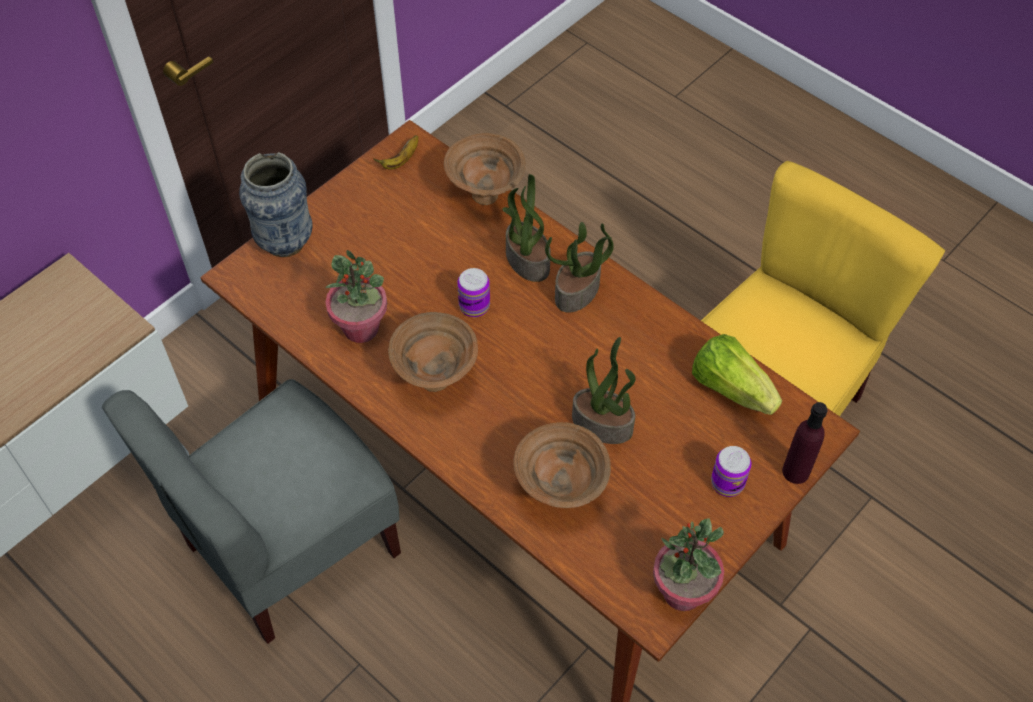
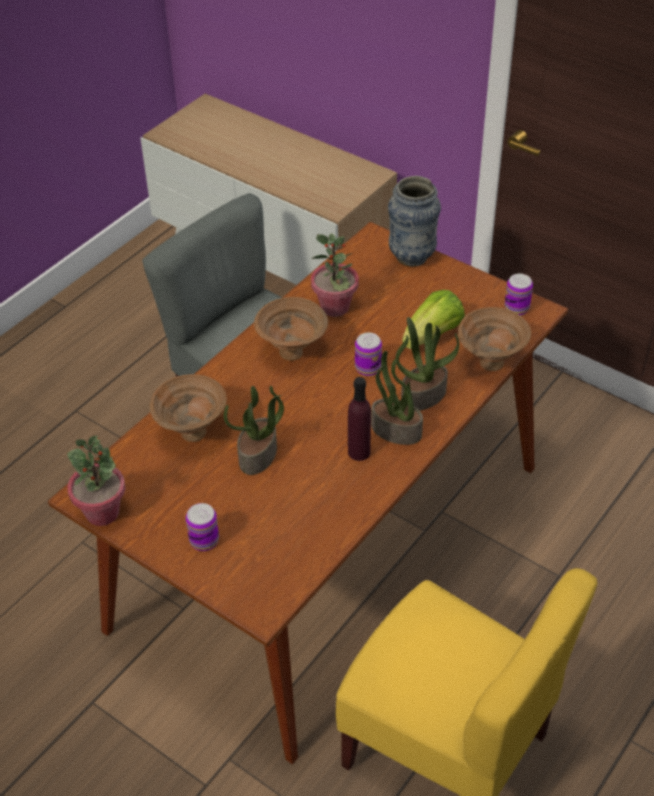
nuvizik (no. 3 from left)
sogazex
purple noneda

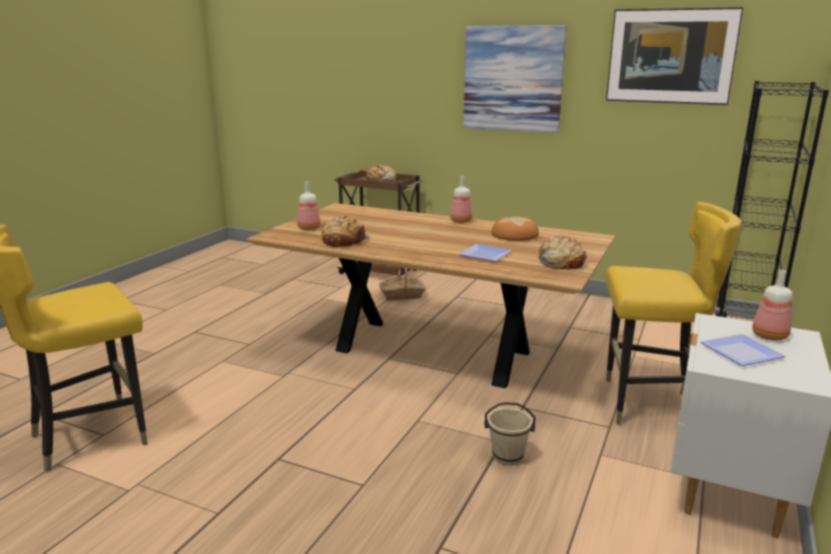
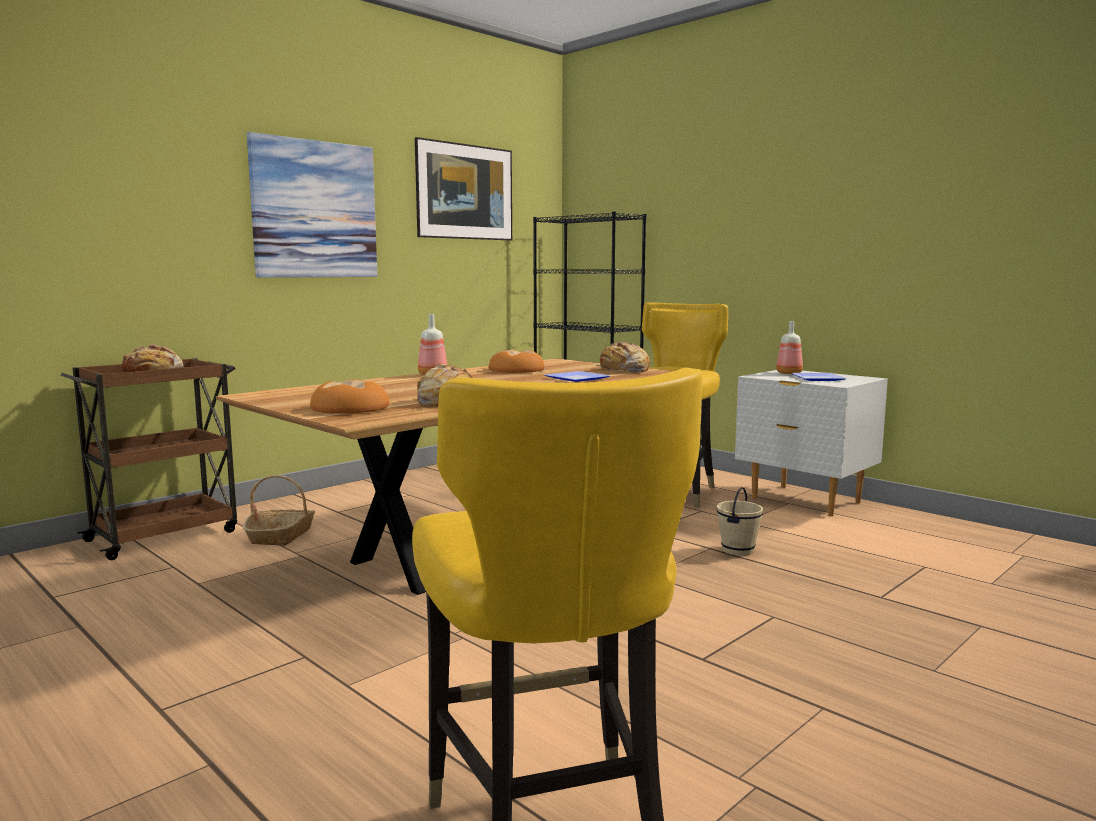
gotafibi (no. 2 from left)

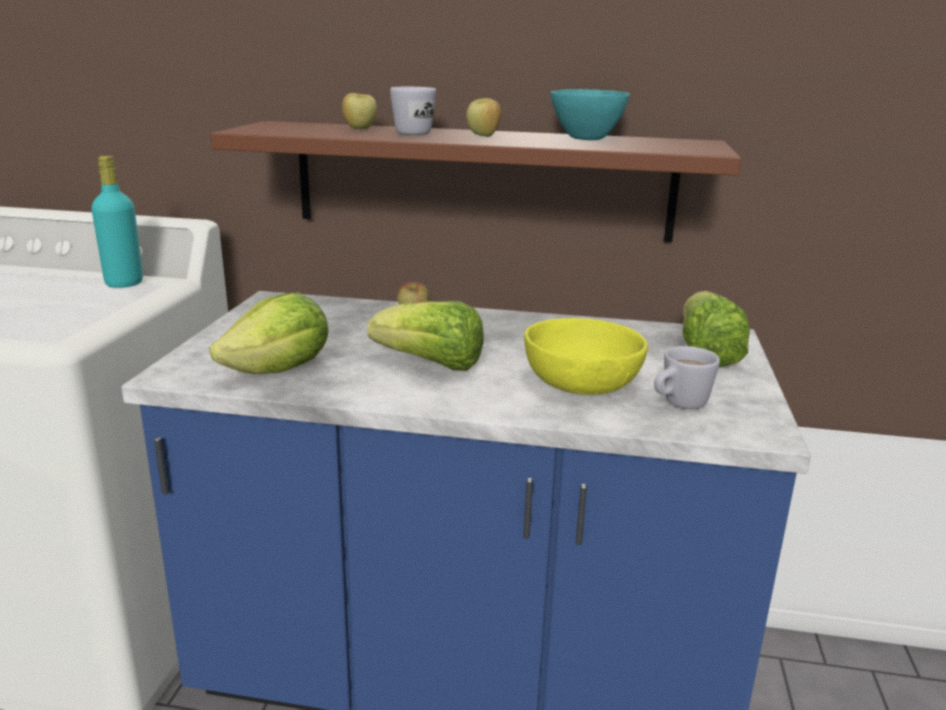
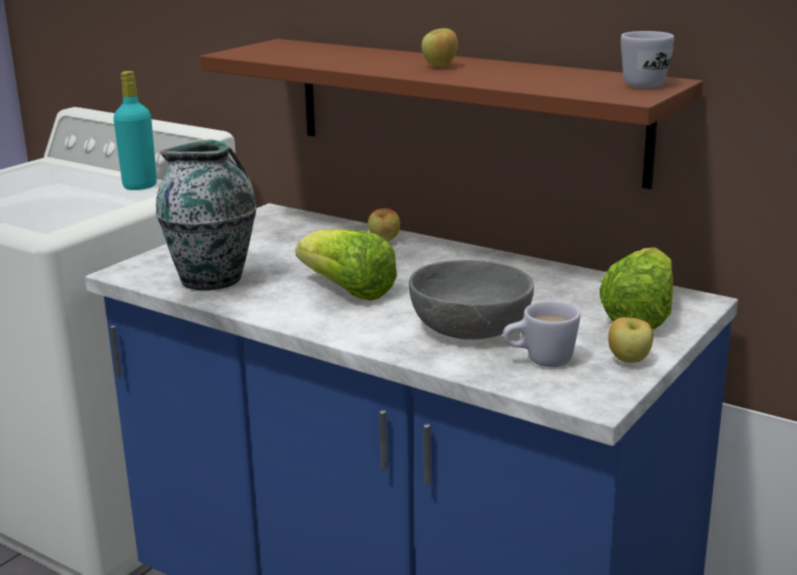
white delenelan (no. 2 from left)
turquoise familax
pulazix (no. 3 from left)
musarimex
grey familax

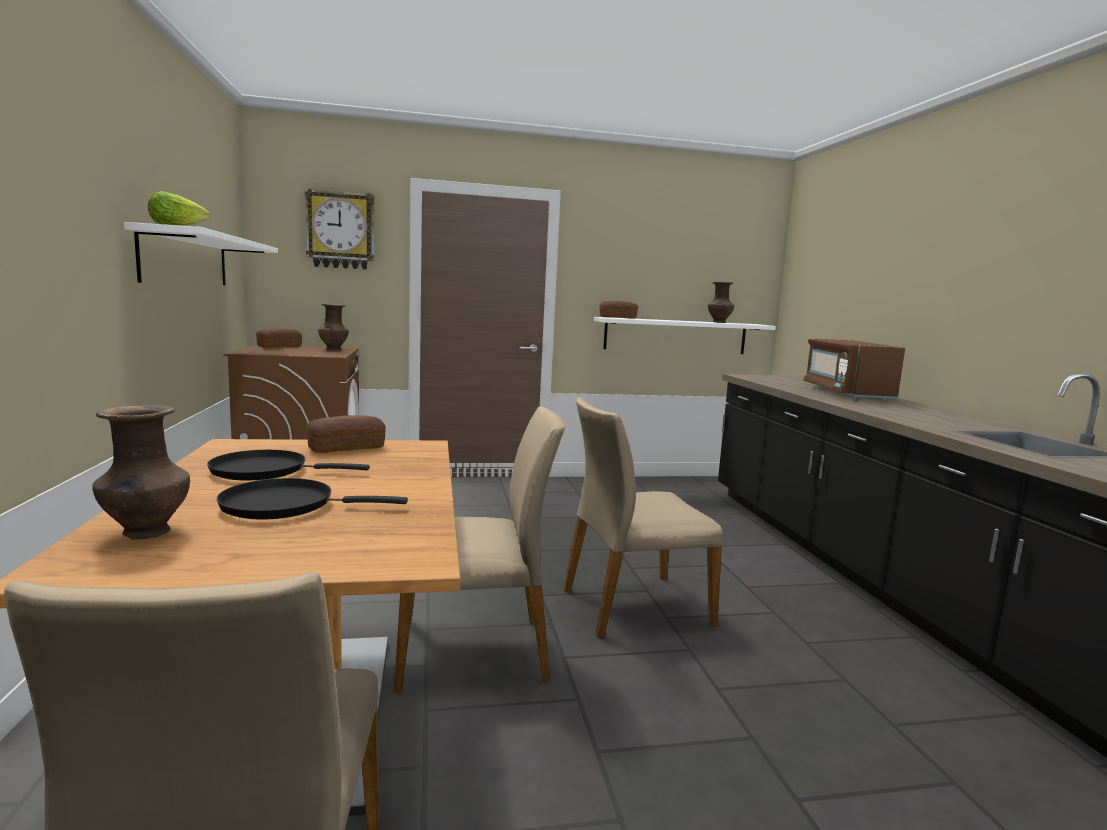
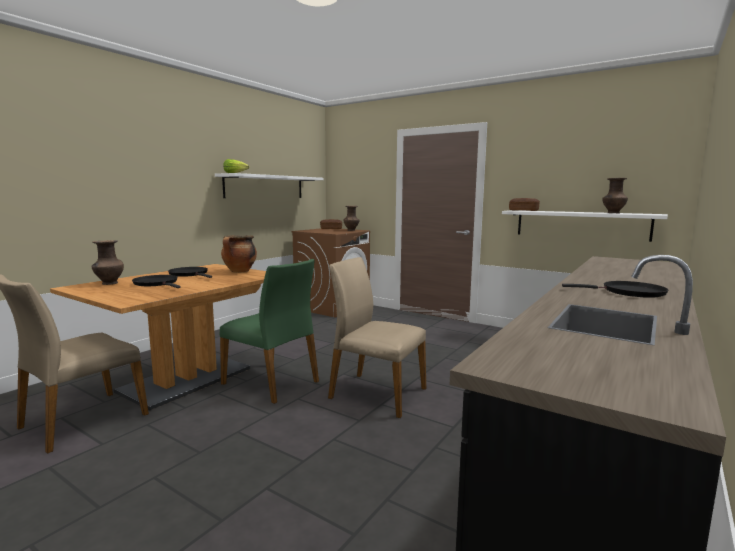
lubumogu
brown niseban
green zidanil
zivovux
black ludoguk (no. 3 from left)

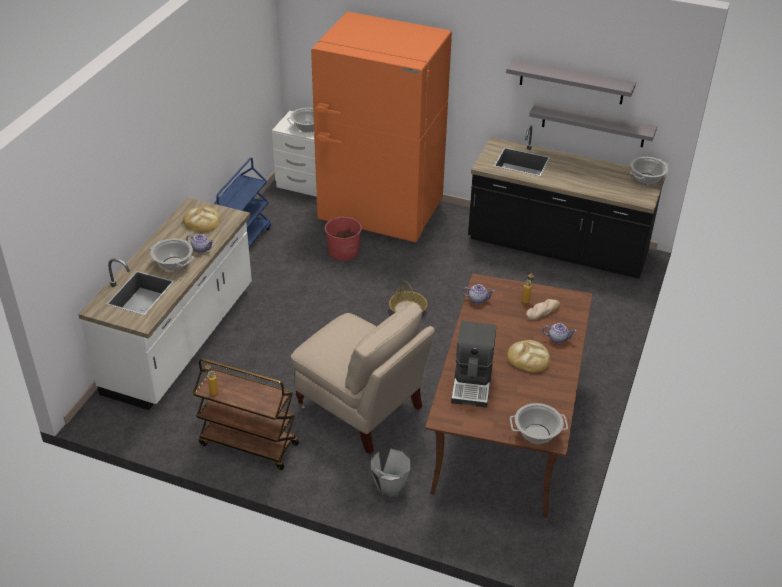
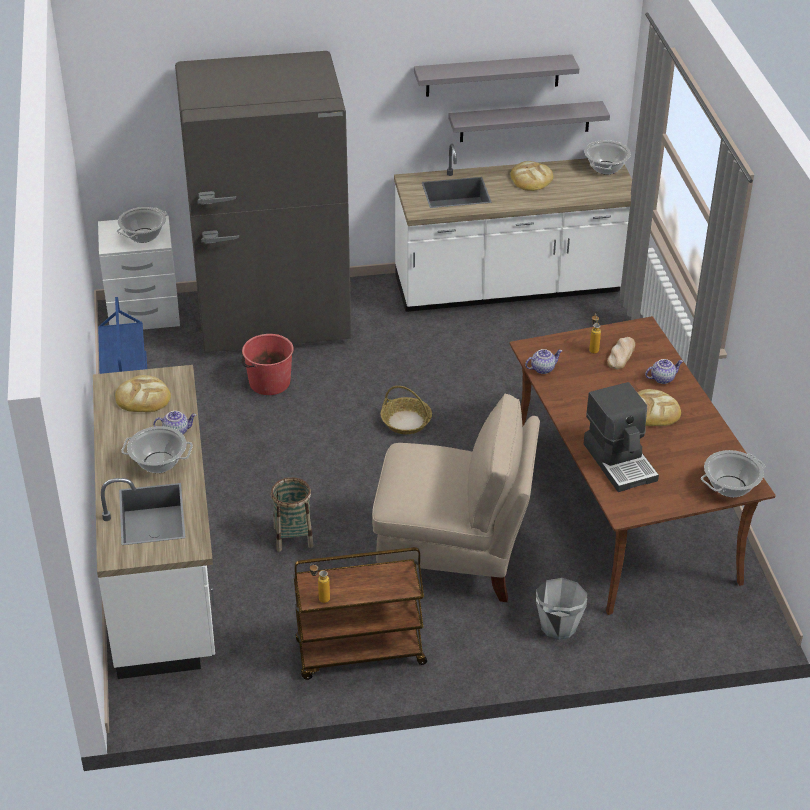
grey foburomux
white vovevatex (no. 2 from left)
gotafibi (no. 2 from left)
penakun (no. 1 from left)

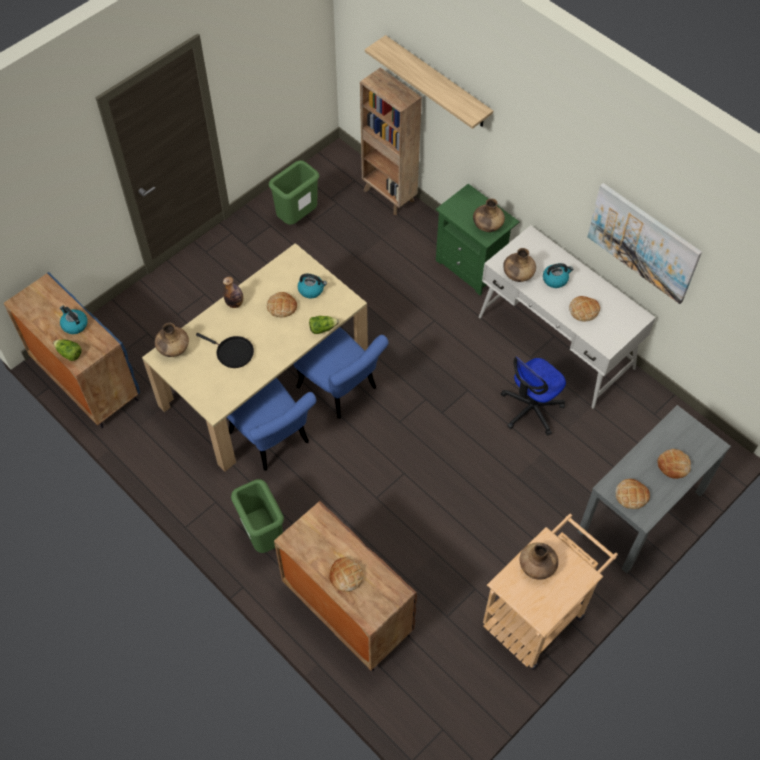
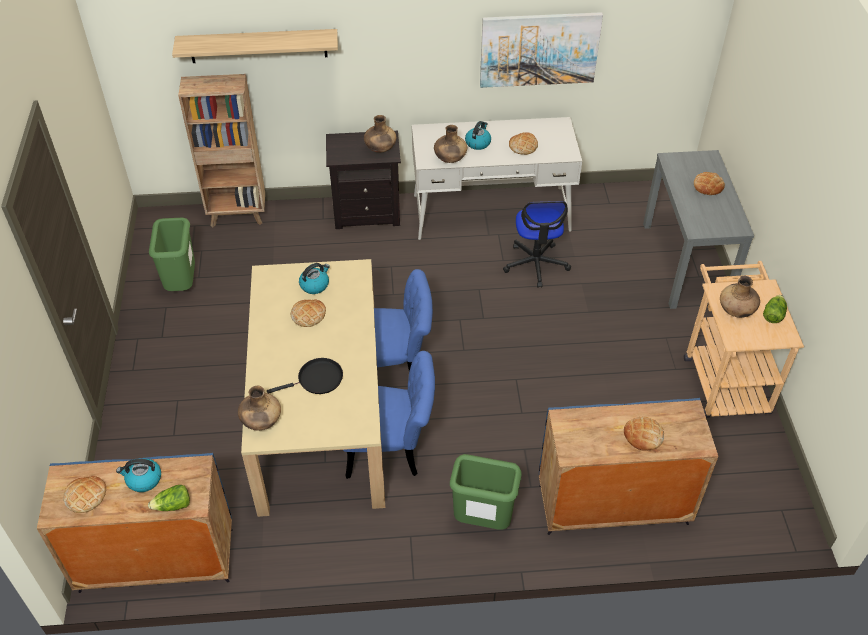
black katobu
noneda
sogazex (no. 2 from left)
gotafibi (no. 1 from left)
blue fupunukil (no. 2 from left)

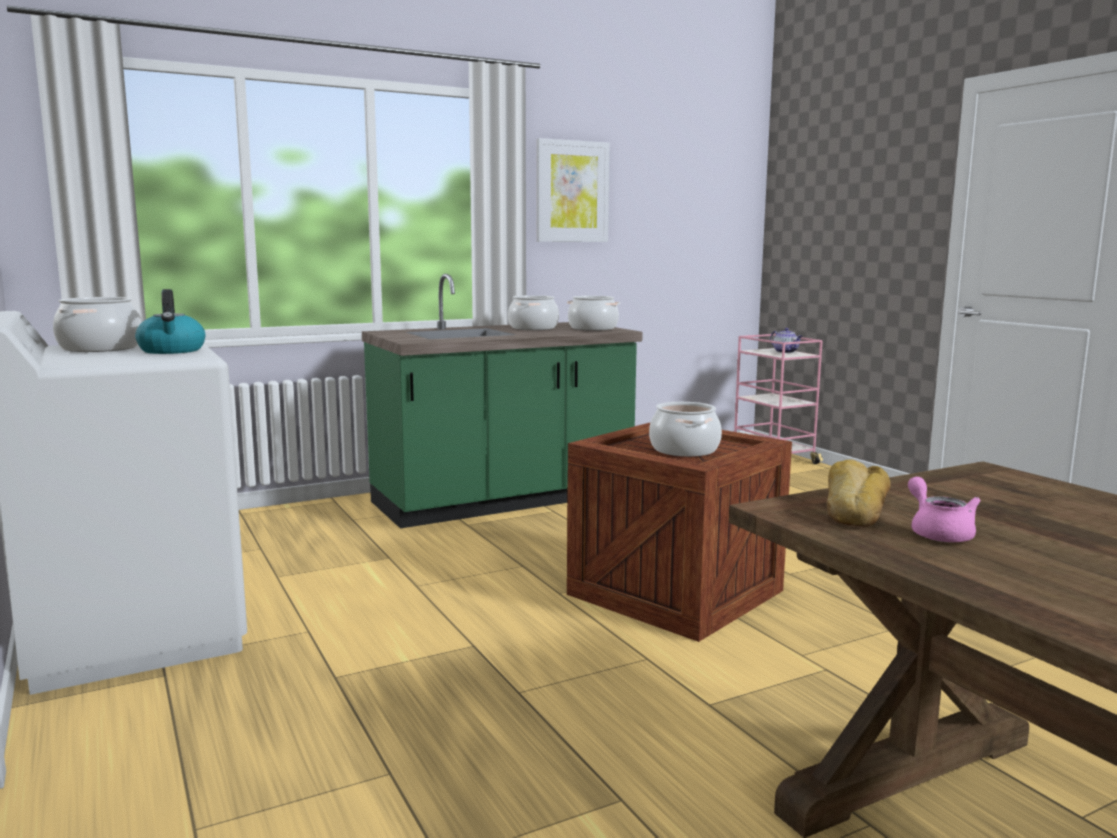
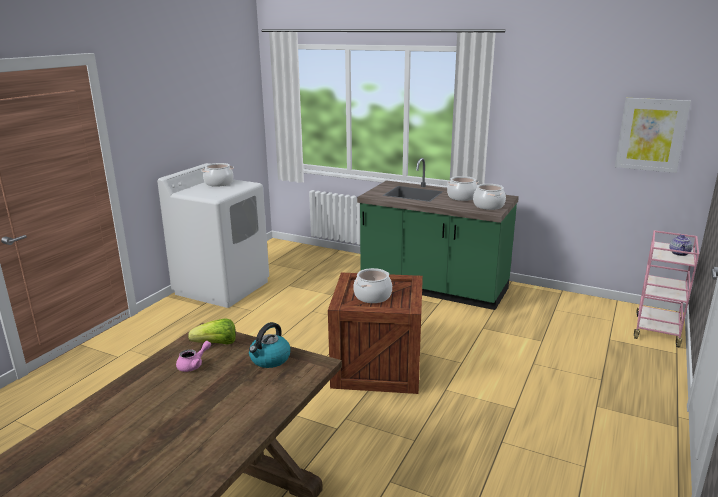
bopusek
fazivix
sogazex

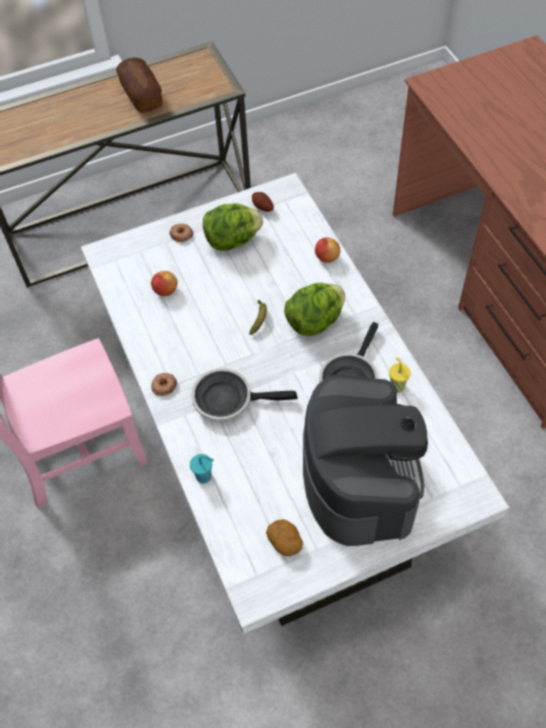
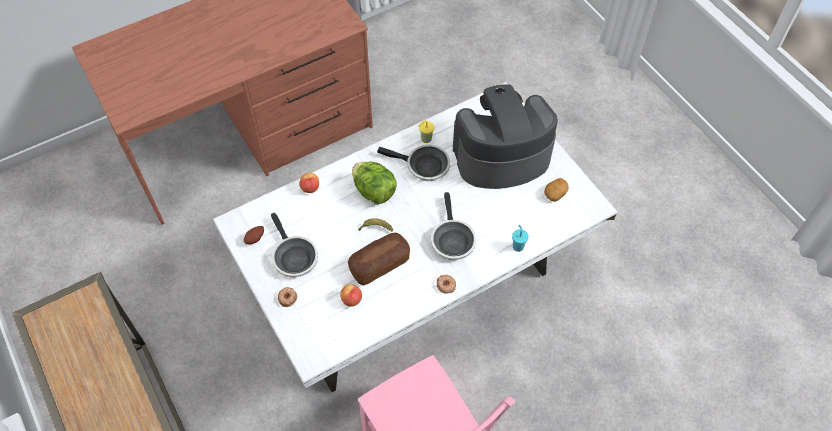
gotafibi
ludoguk (no. 1 from left)

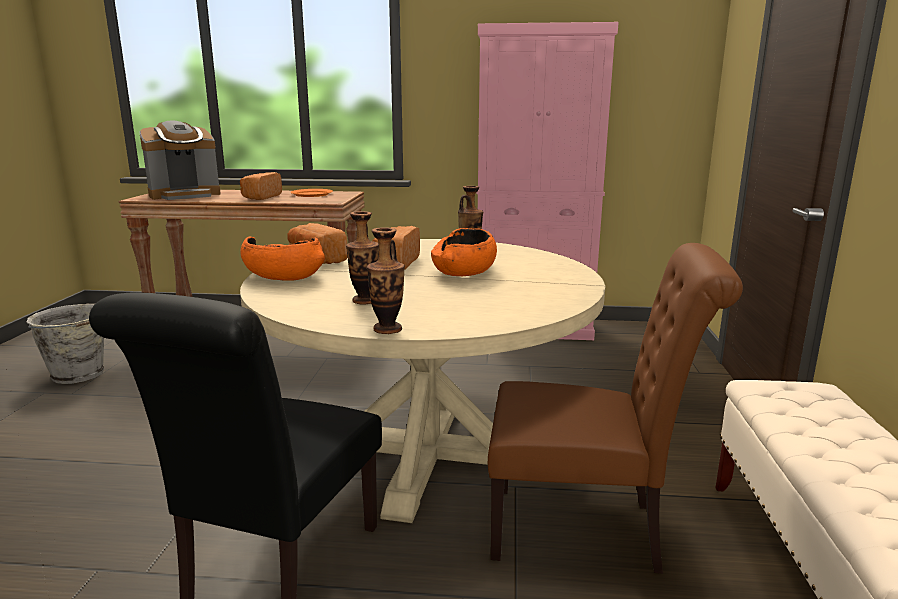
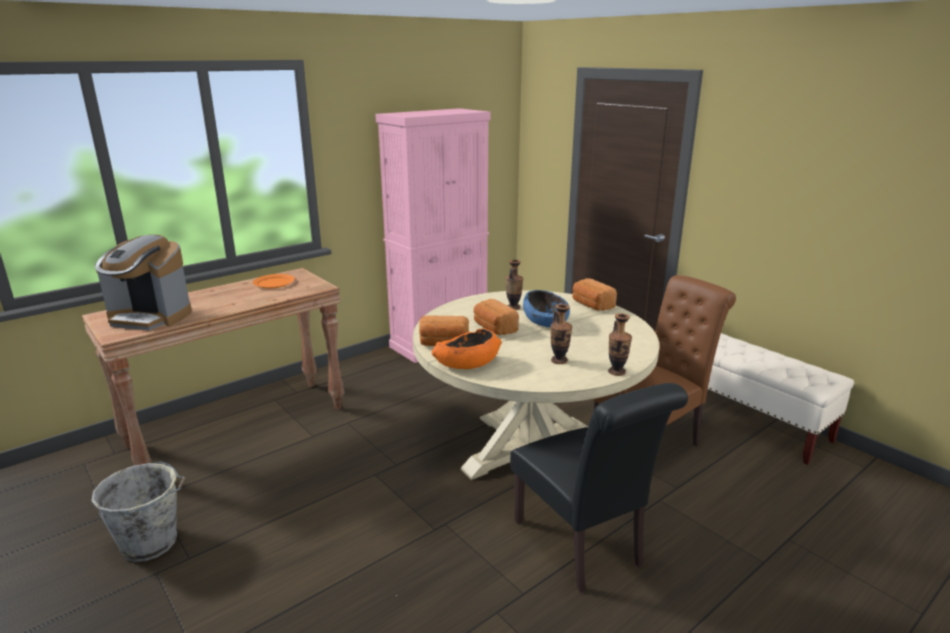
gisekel
gotafibi (no. 3 from left)
blue familax

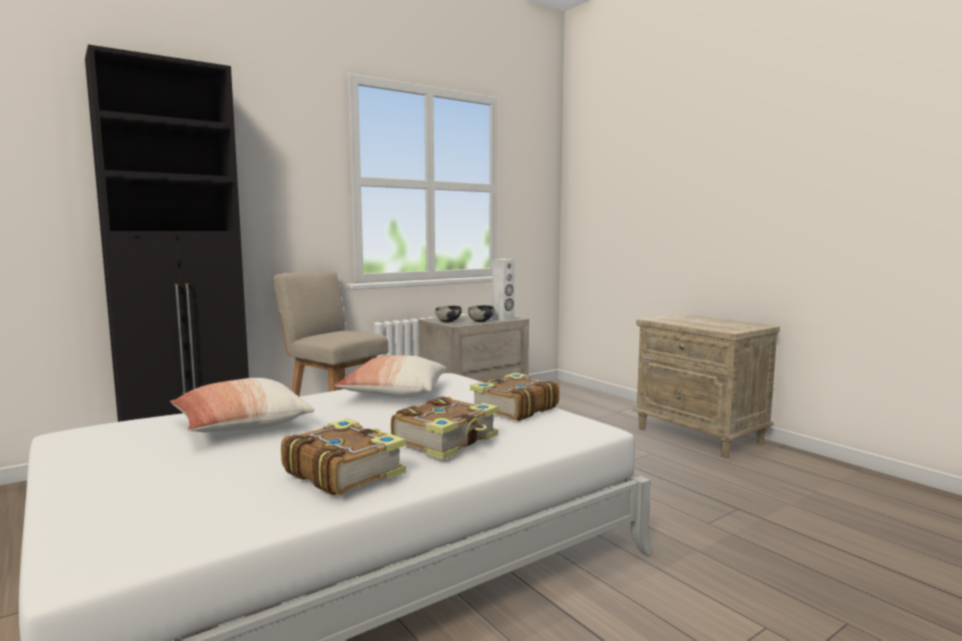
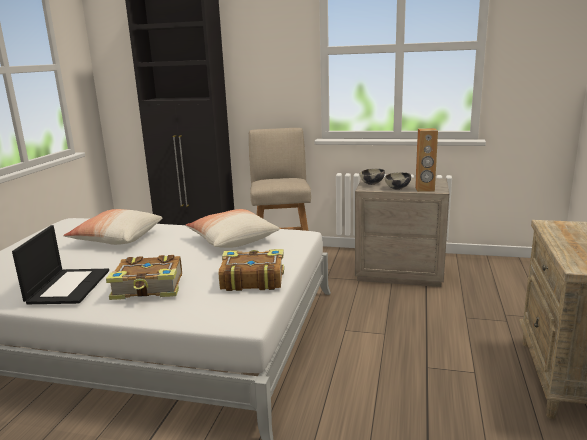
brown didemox
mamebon

